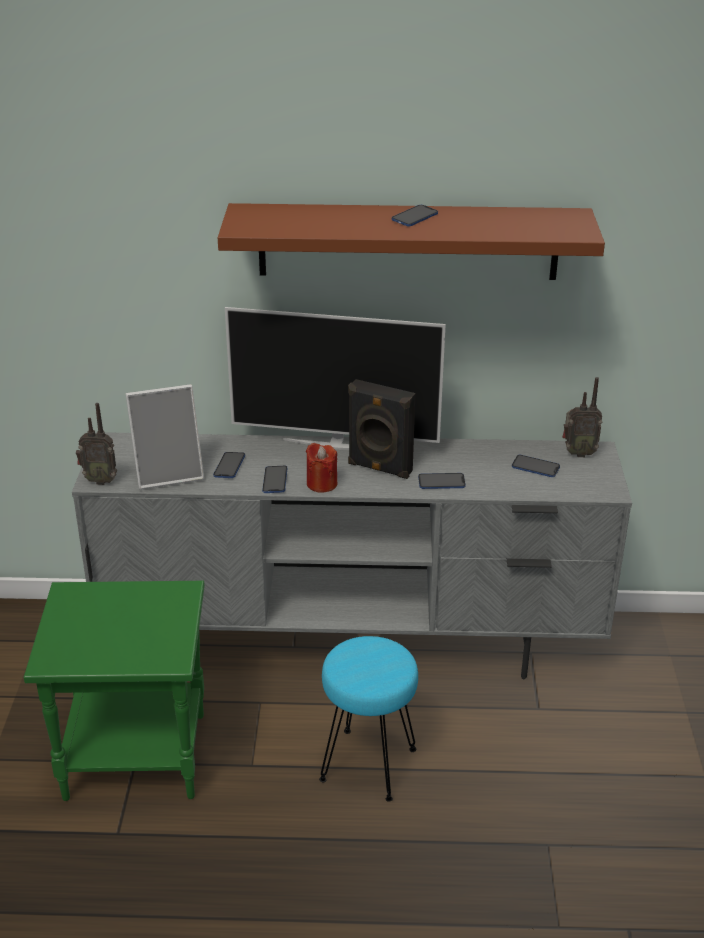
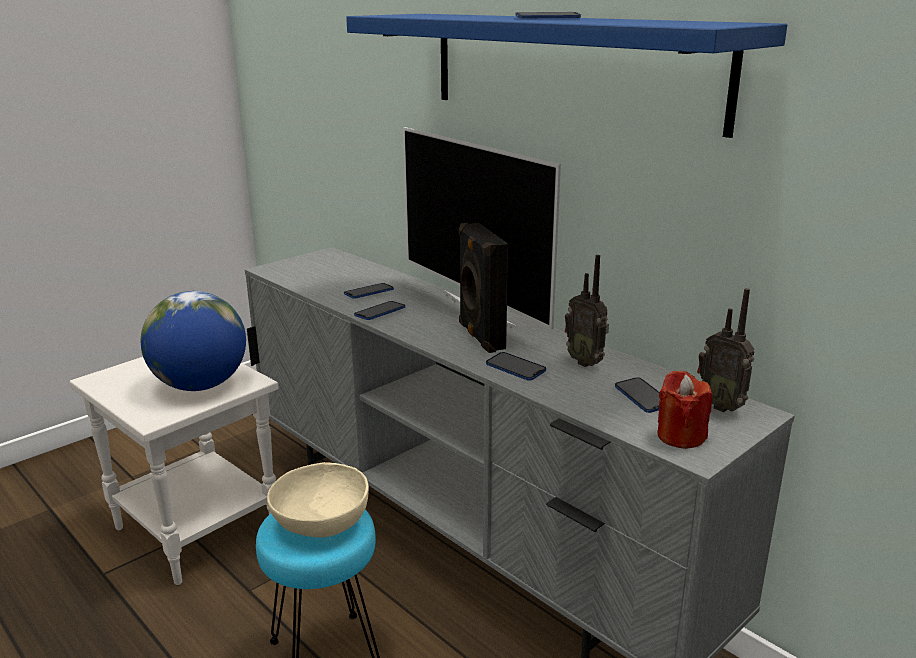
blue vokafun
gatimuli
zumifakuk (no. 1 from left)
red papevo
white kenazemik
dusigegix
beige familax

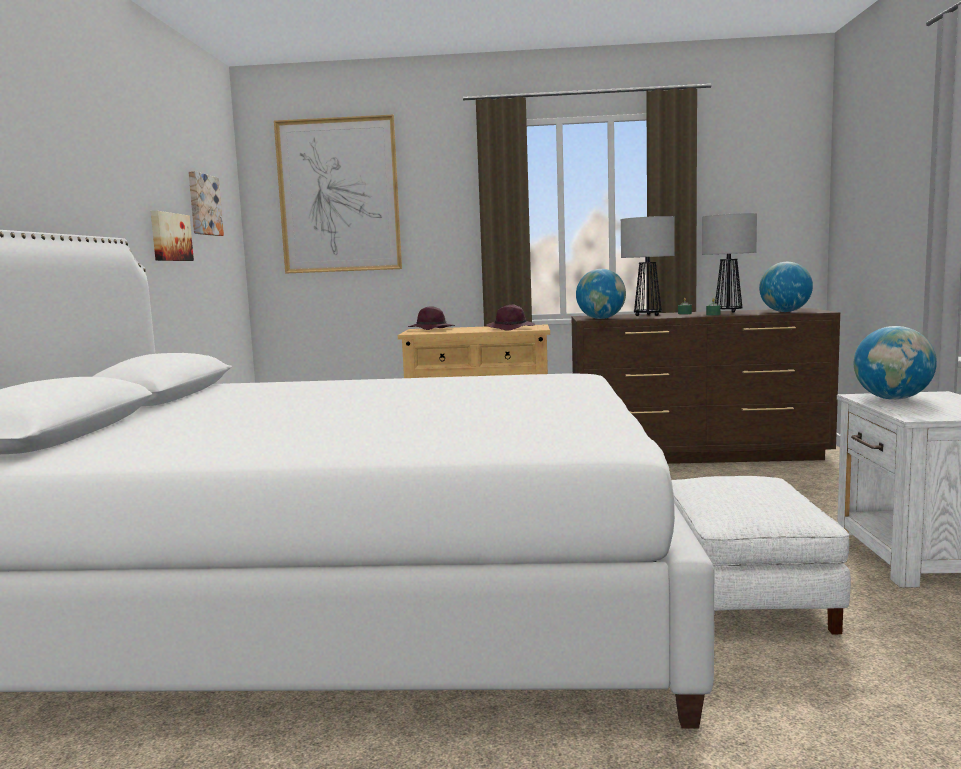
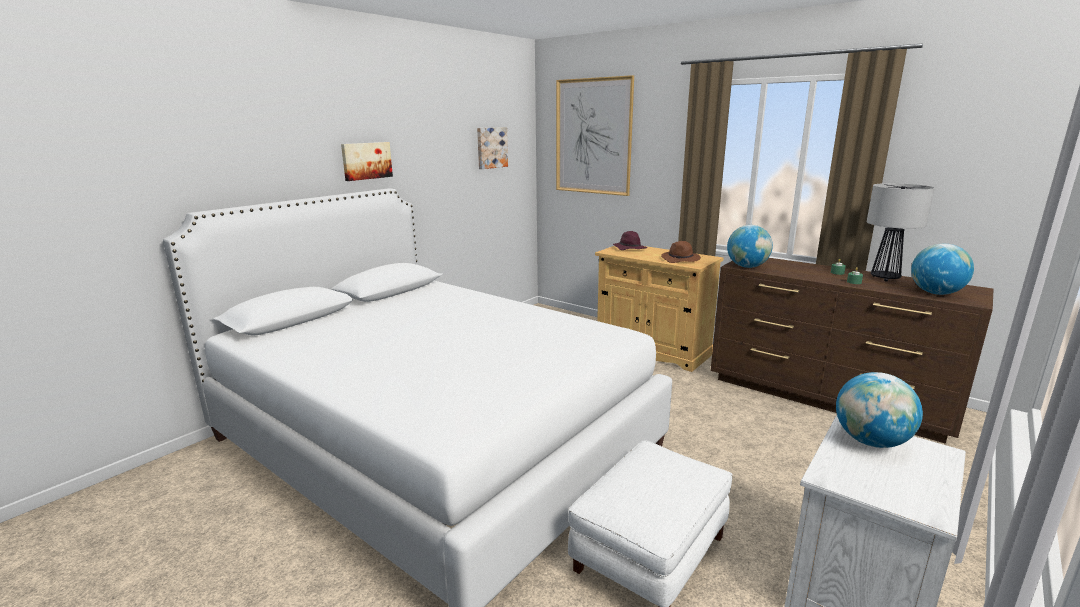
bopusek (no. 1 from left)
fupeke (no. 1 from left in the first image)
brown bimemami

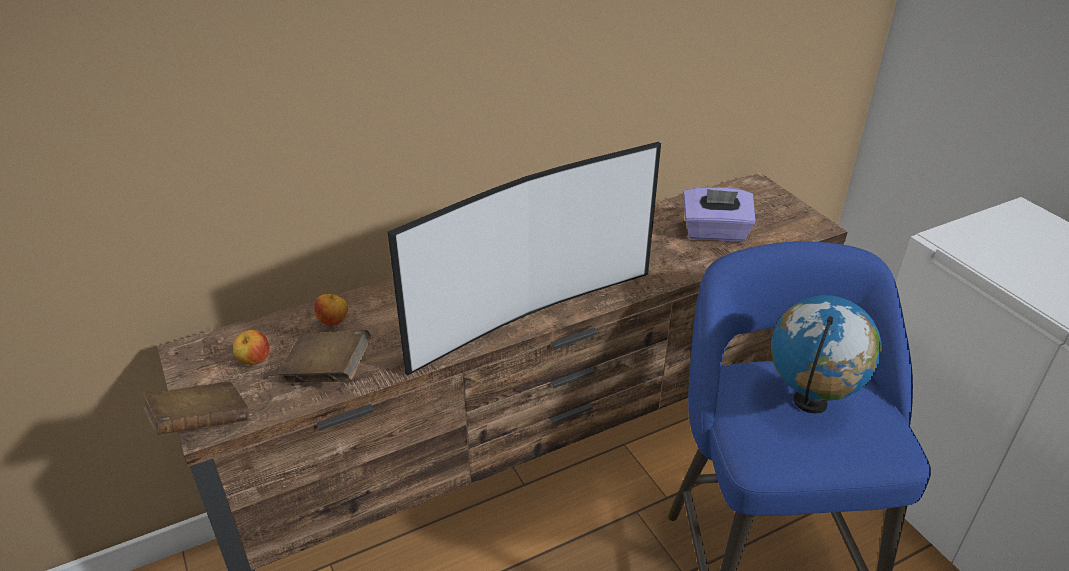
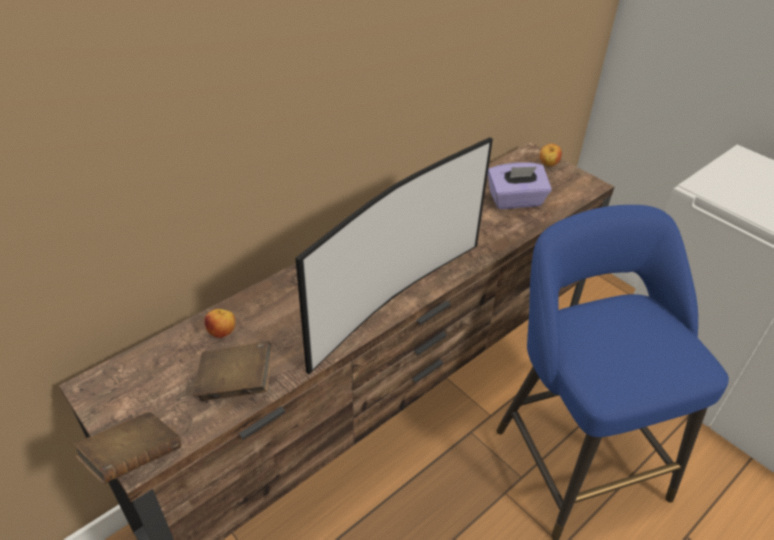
dusigegix
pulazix (no. 2 from left)

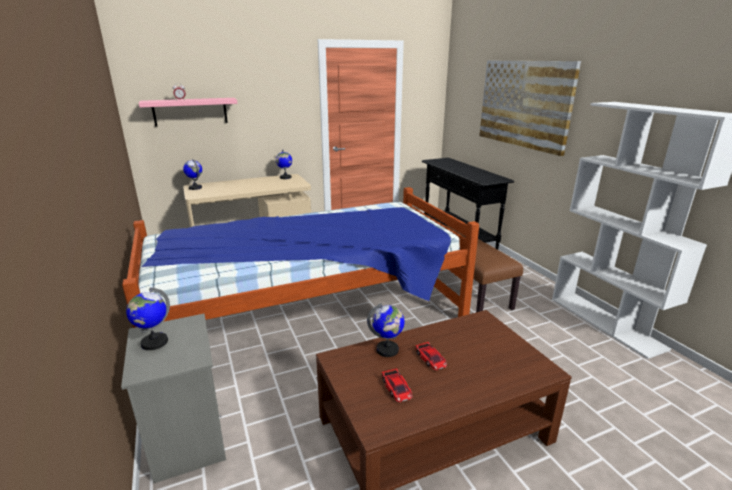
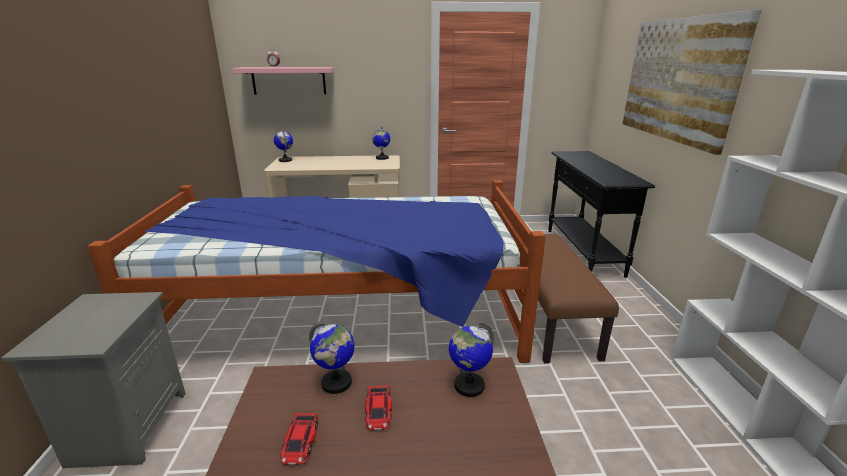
dusigegix (no. 4 from left)

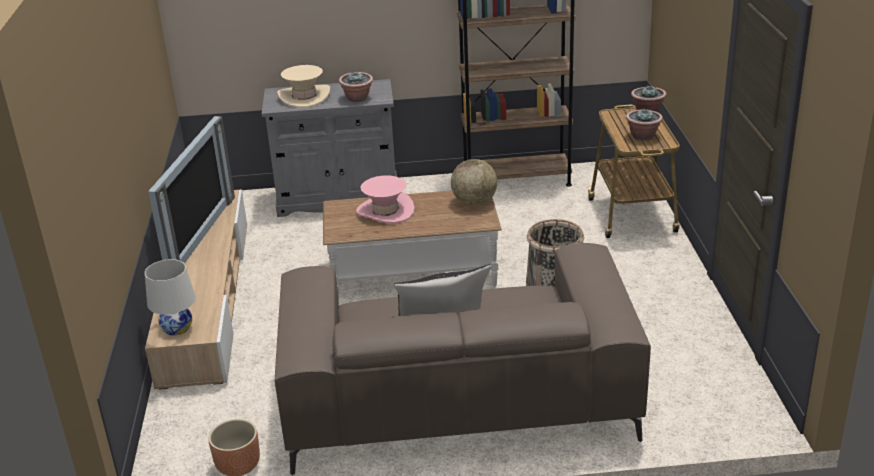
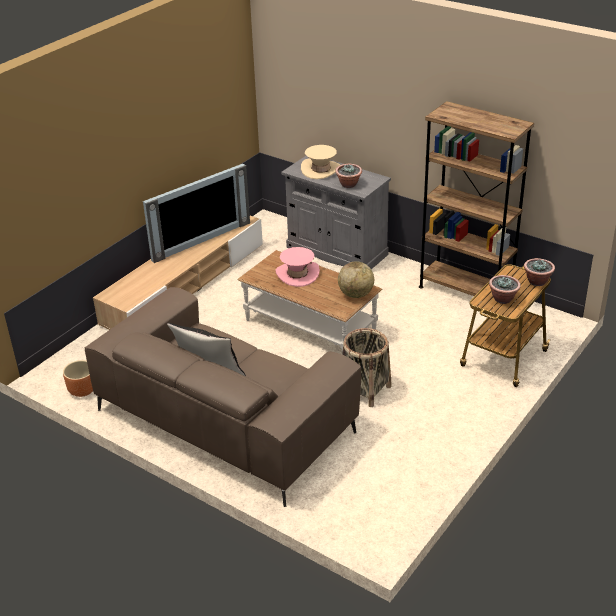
white fupeke

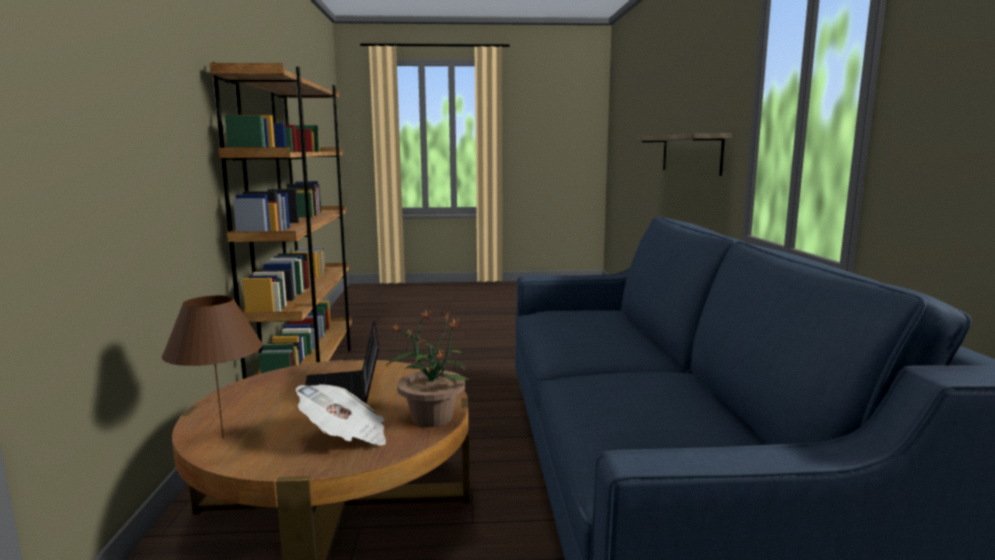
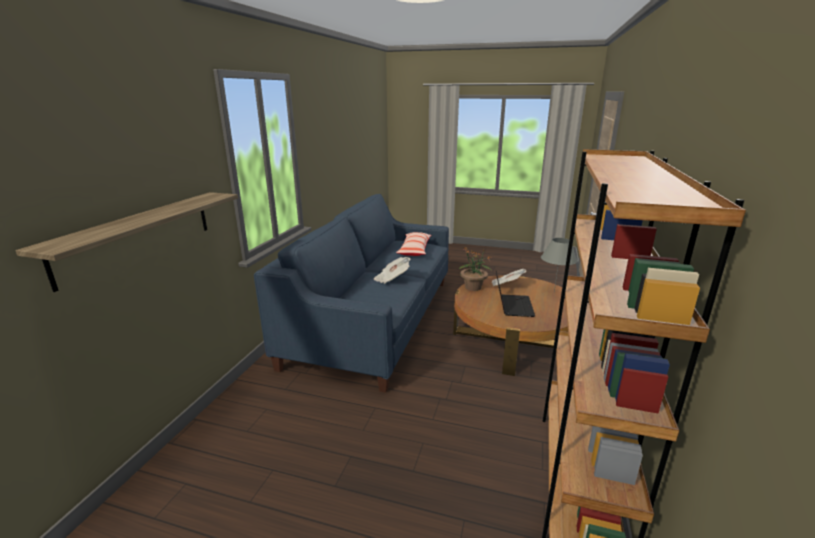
grey fupeke
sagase
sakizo (no. 1 from left)

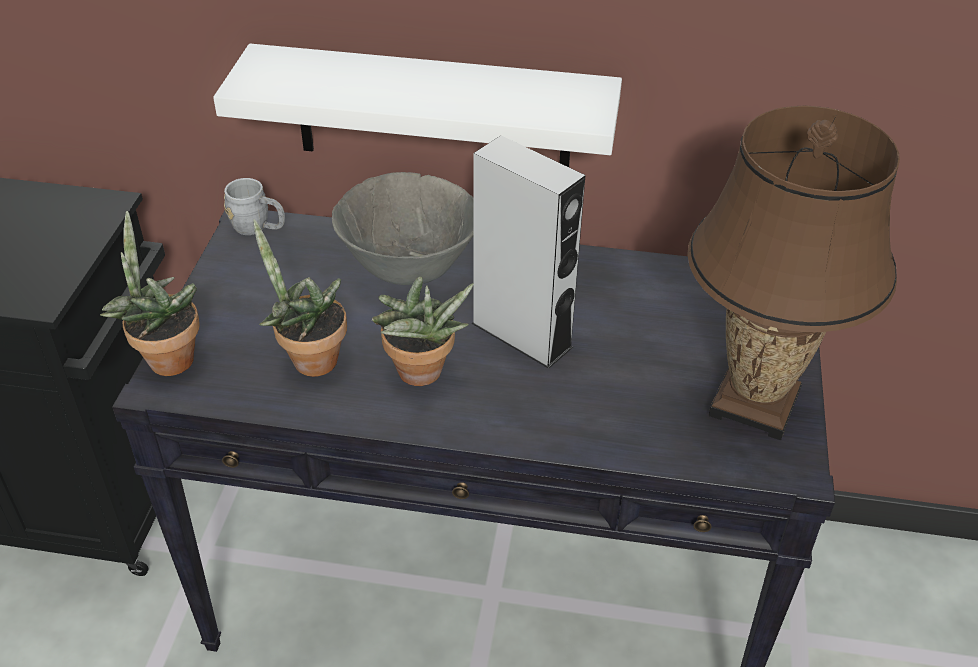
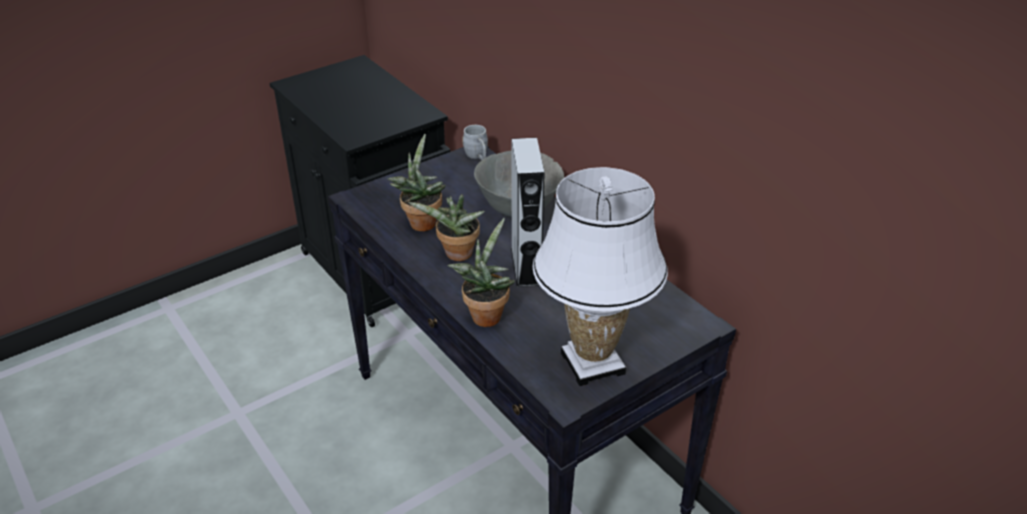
white vokafun
white fupeke
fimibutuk (no. 3 from left)

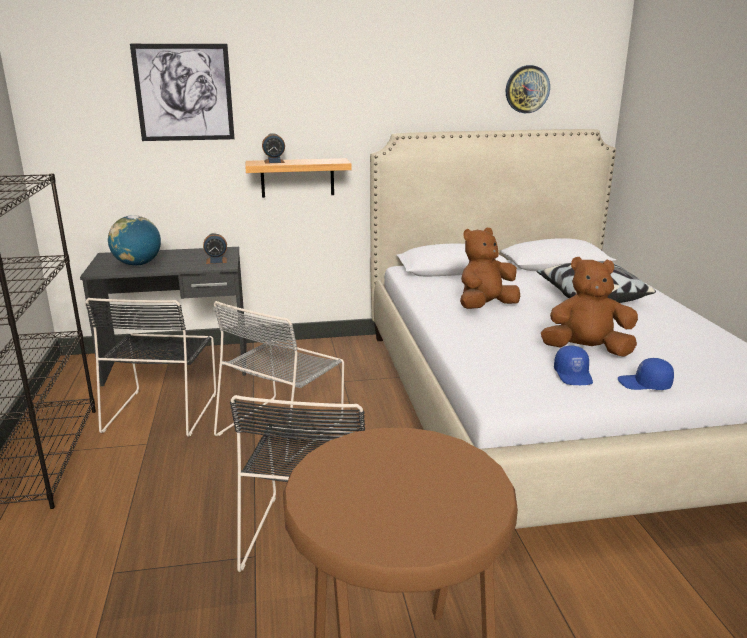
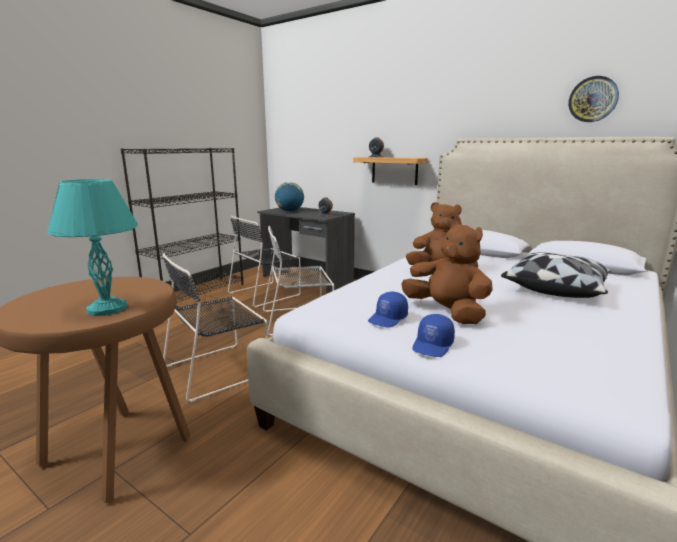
bopusek
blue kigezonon (no. 2 from left)
turquoise fupeke

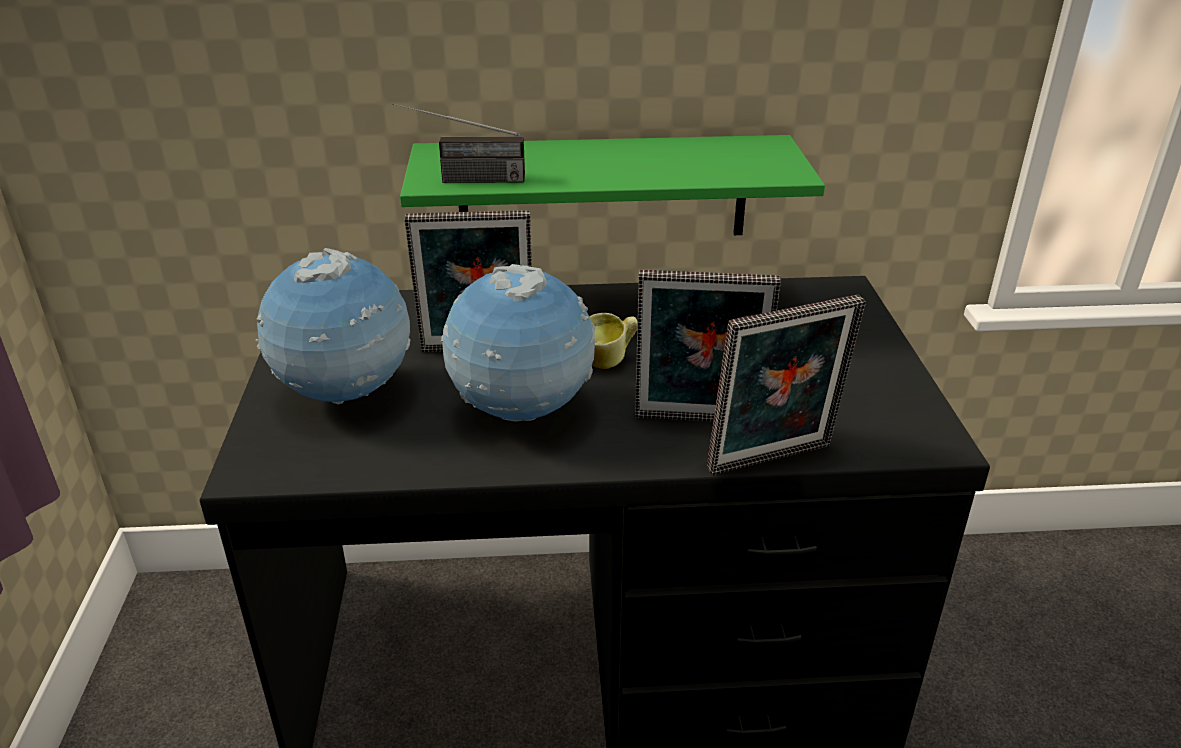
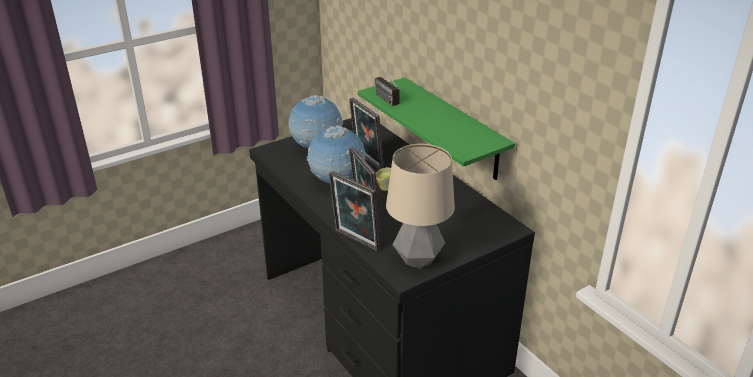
fupeke

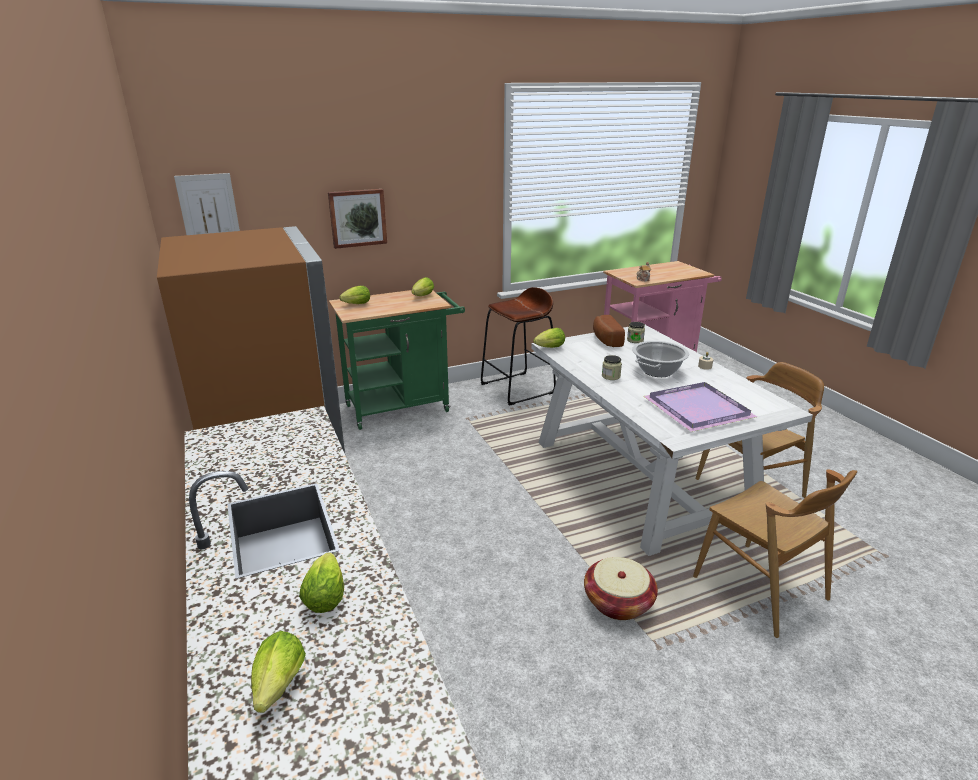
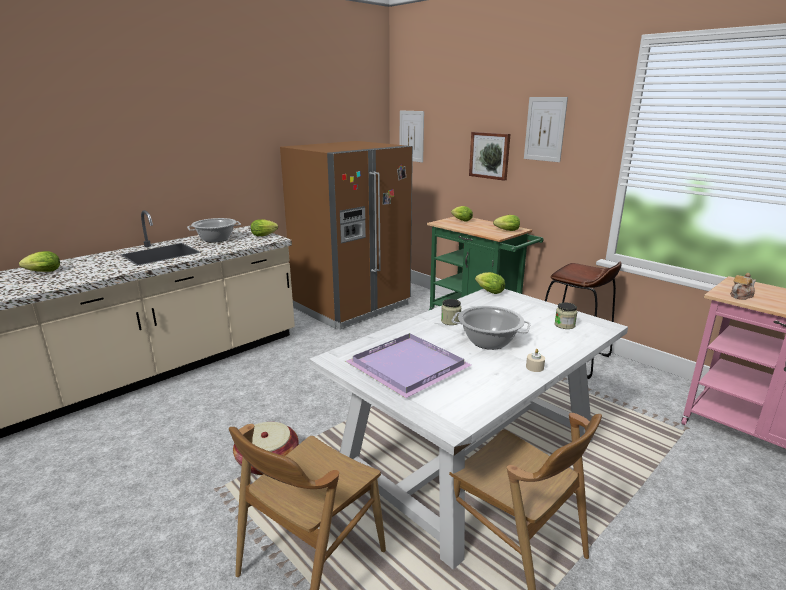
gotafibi
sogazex (no. 2 from left)
bopusek (no. 3 from left)
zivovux (no. 1 from left)

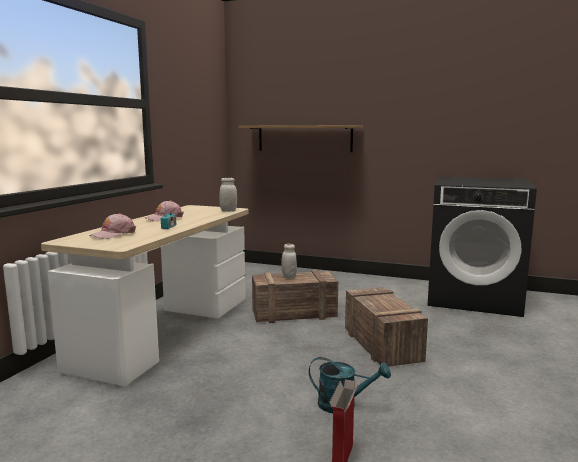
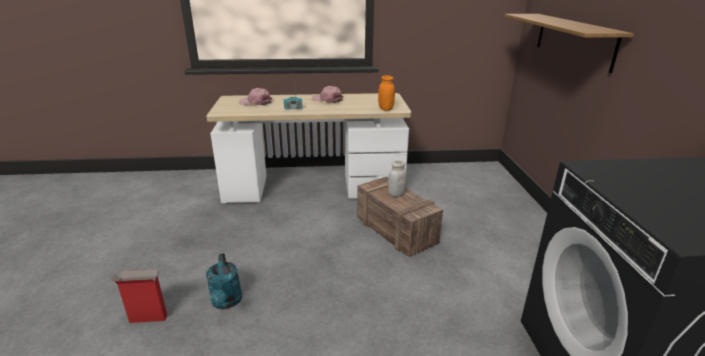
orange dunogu
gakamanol (no. 2 from left in the first image)

